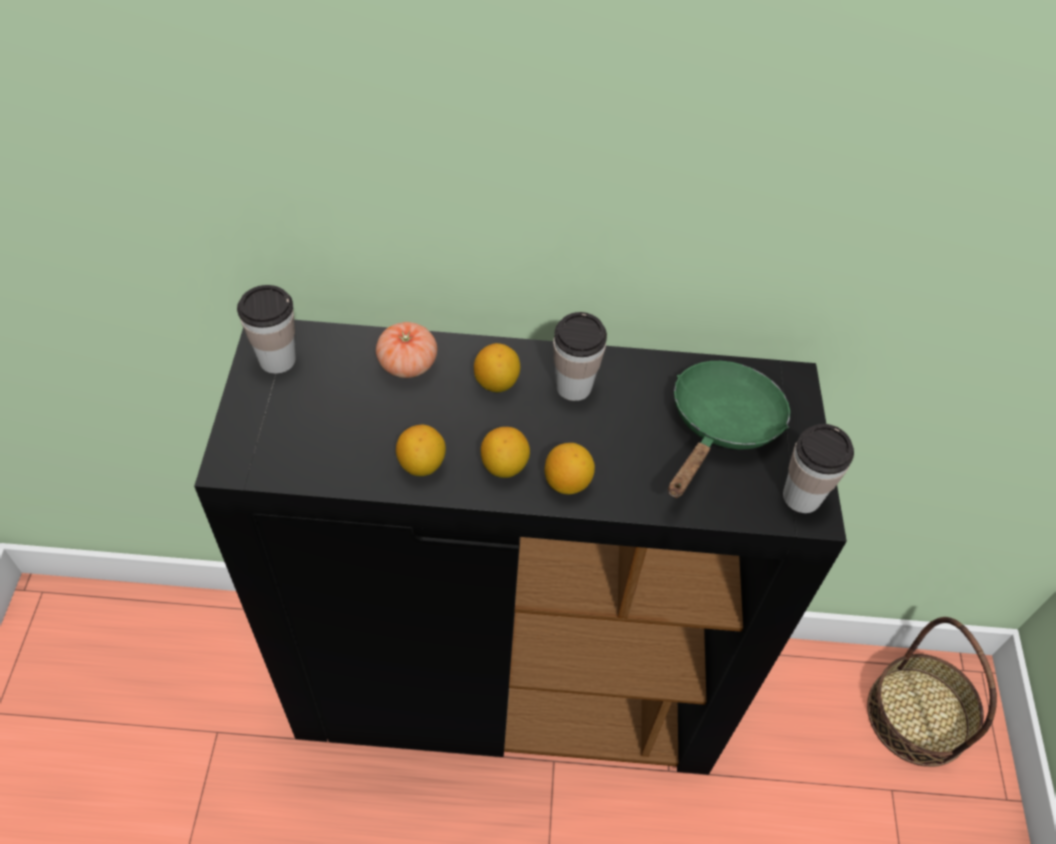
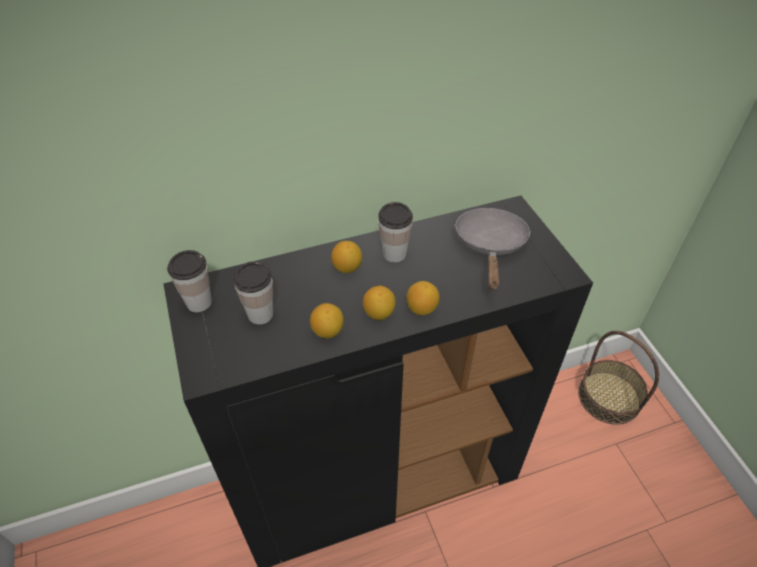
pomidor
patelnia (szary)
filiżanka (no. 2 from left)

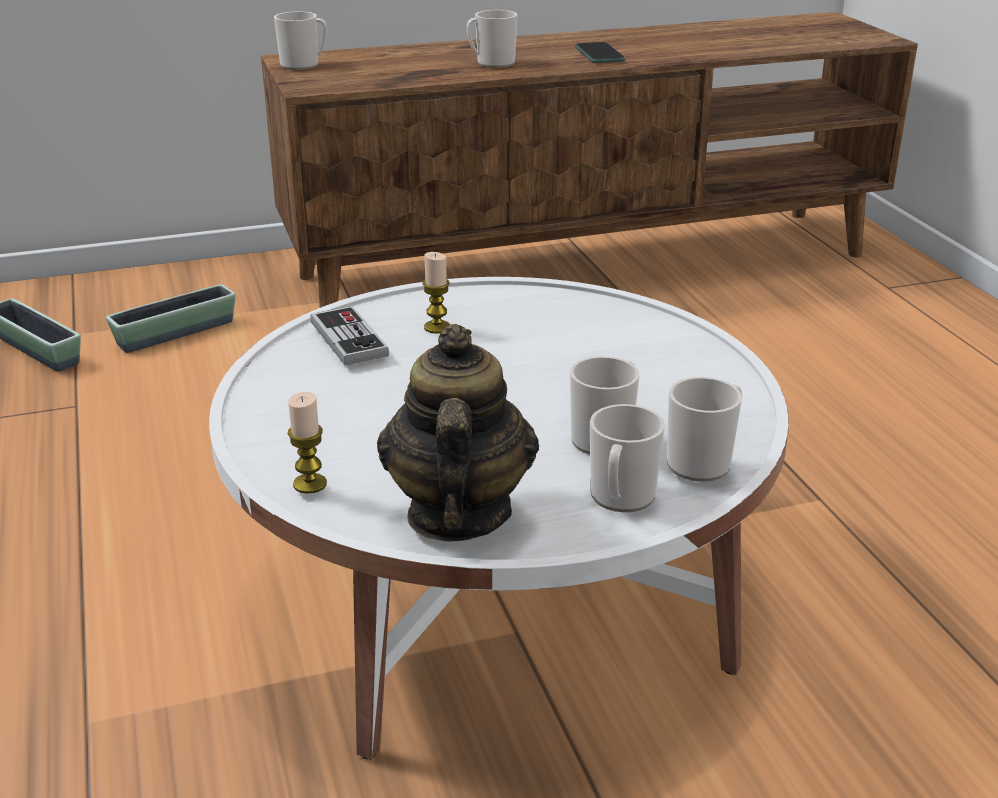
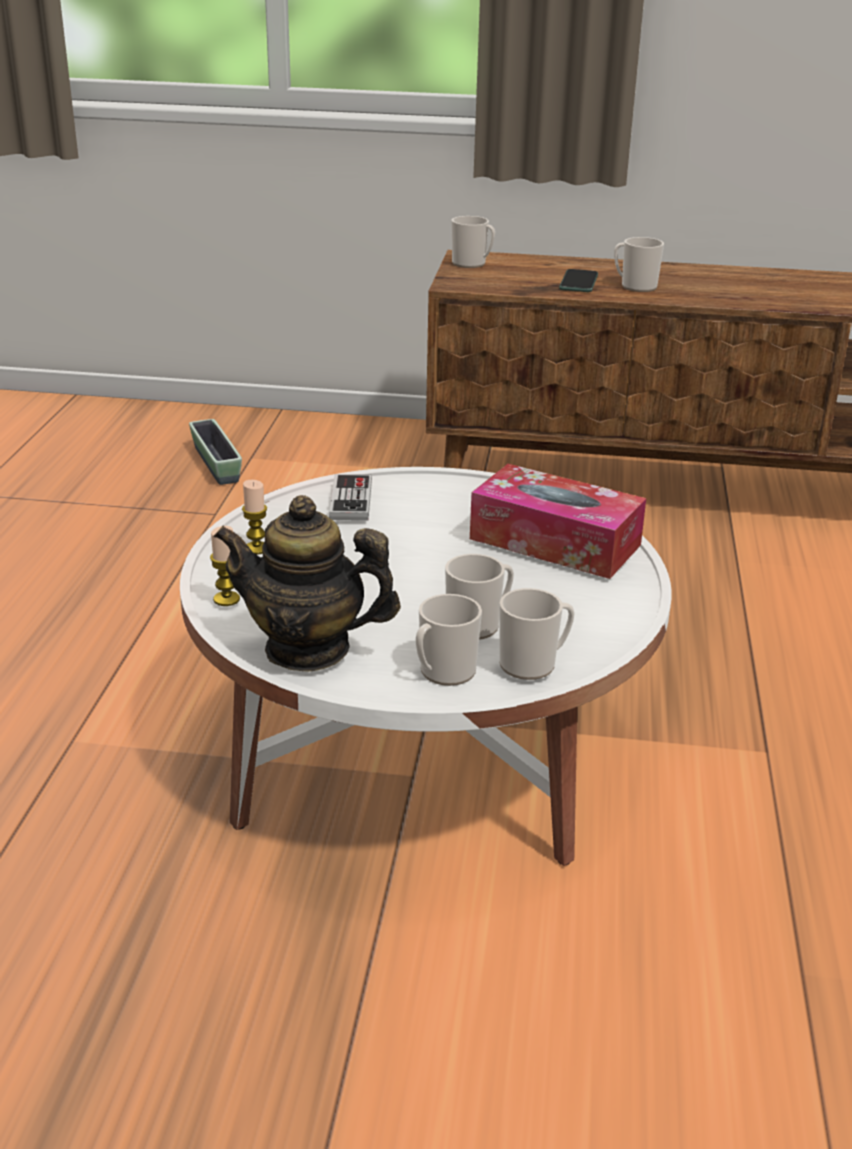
telefon
świeca (no. 2 from left)
donica (no. 2 from left in the first image)
imbryk
pudełko chusteczek

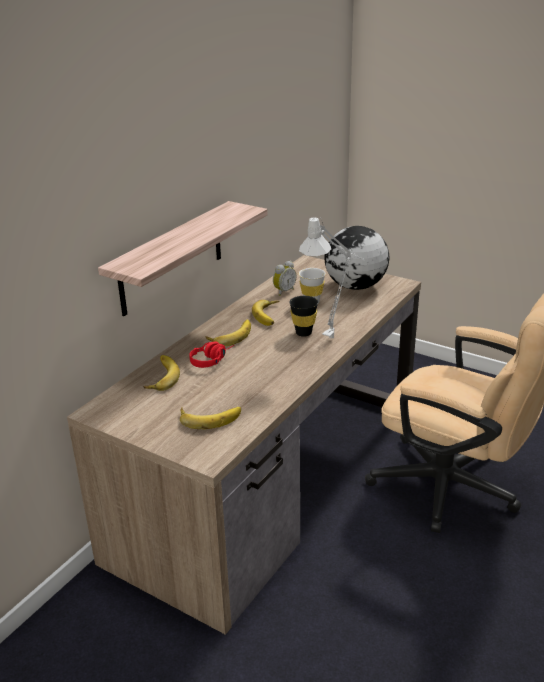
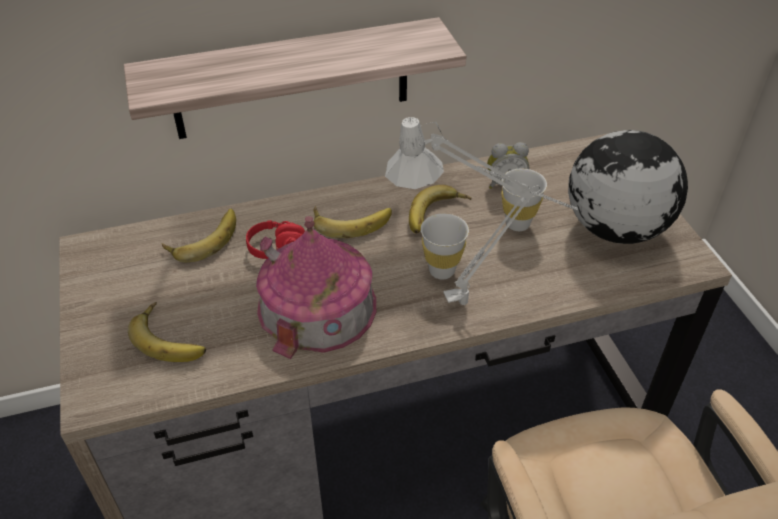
filiżanka (biały) (no. 1 from left)
domek

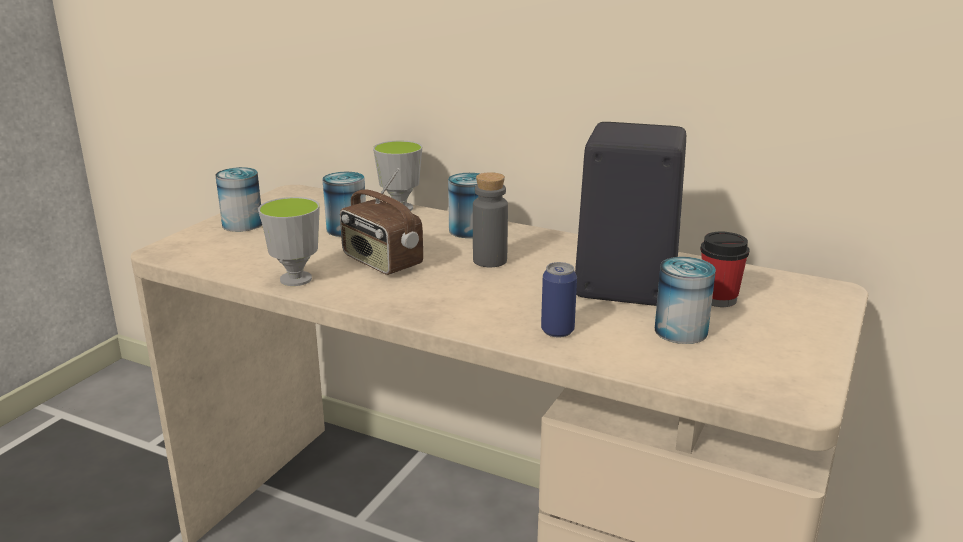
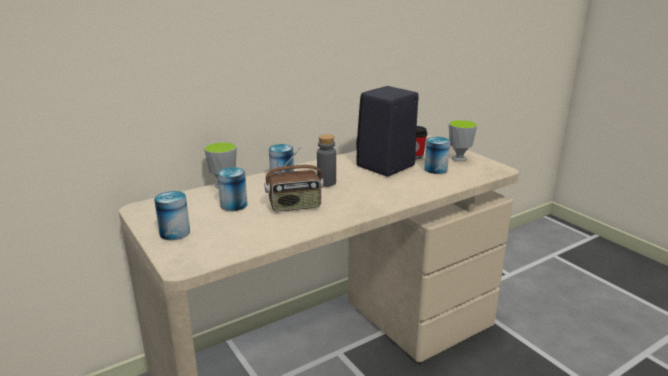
filiżanka (no. 3 from left)
puszka (no. 4 from left in the first image)

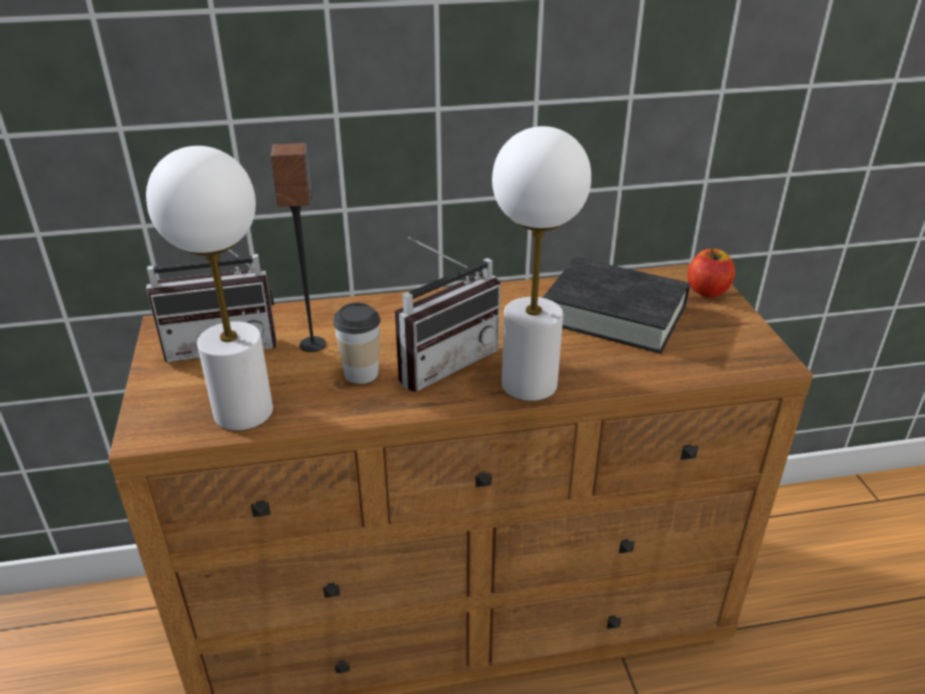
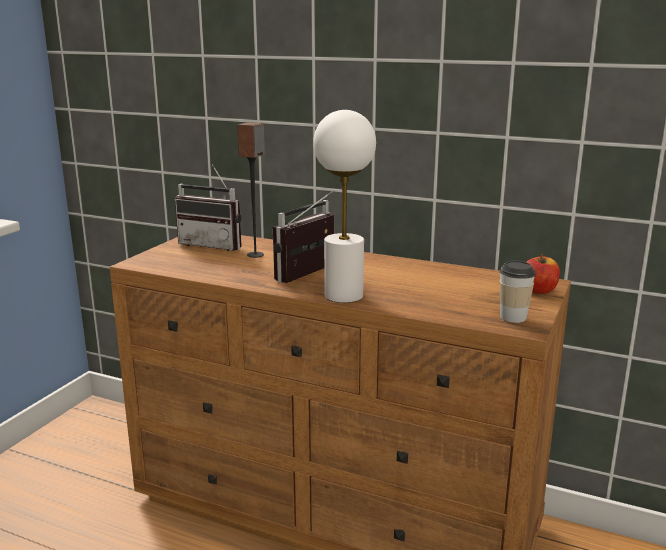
lampa stołowa (biały) (no. 1 from left in the first image)
radio (no. 2 from left)
książka (czarny)
filiżanka

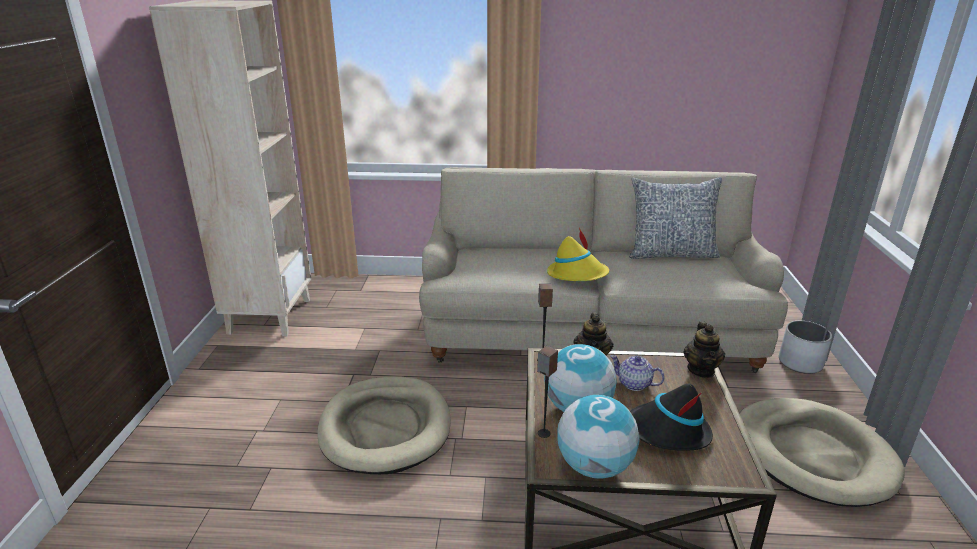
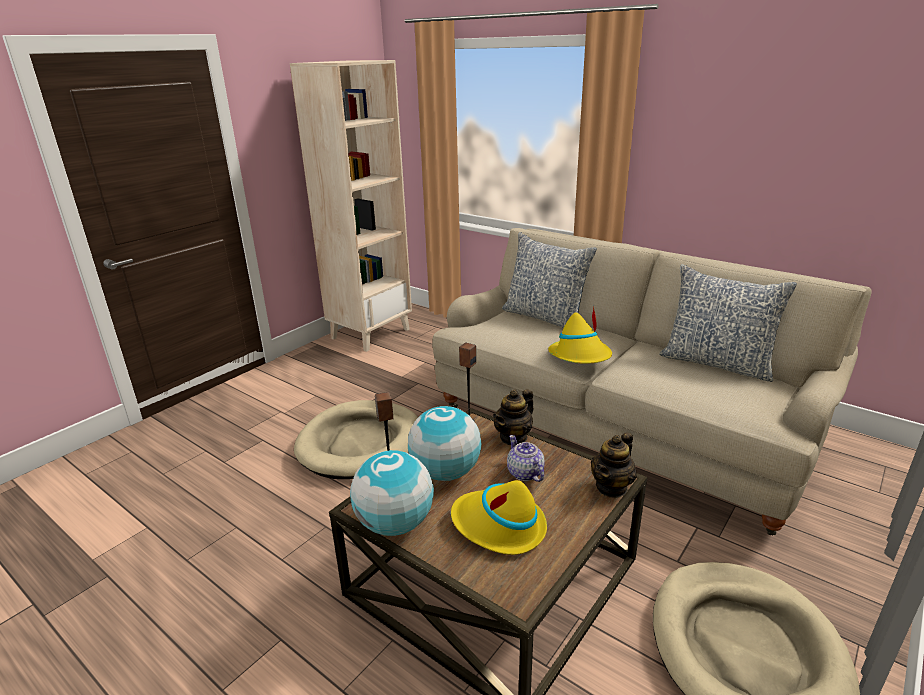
donica (biały)
kapelusz (żółty) (no. 1 from left)
poduszka (no. 1 from left)

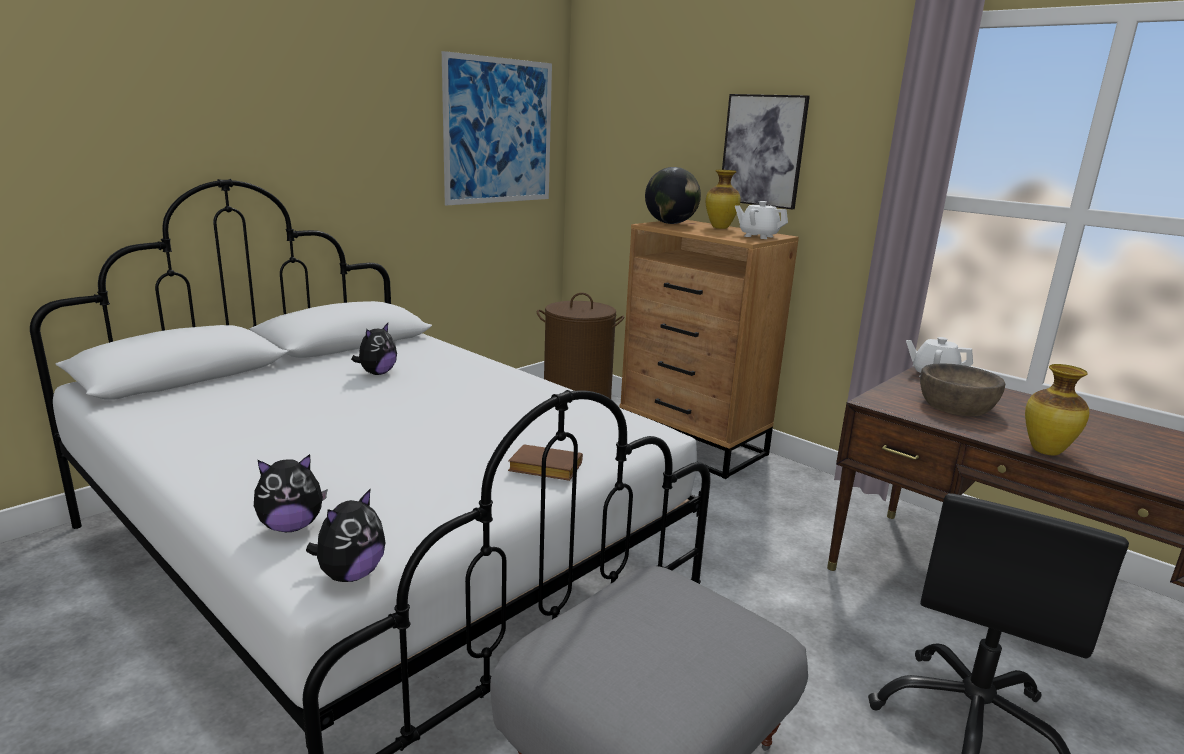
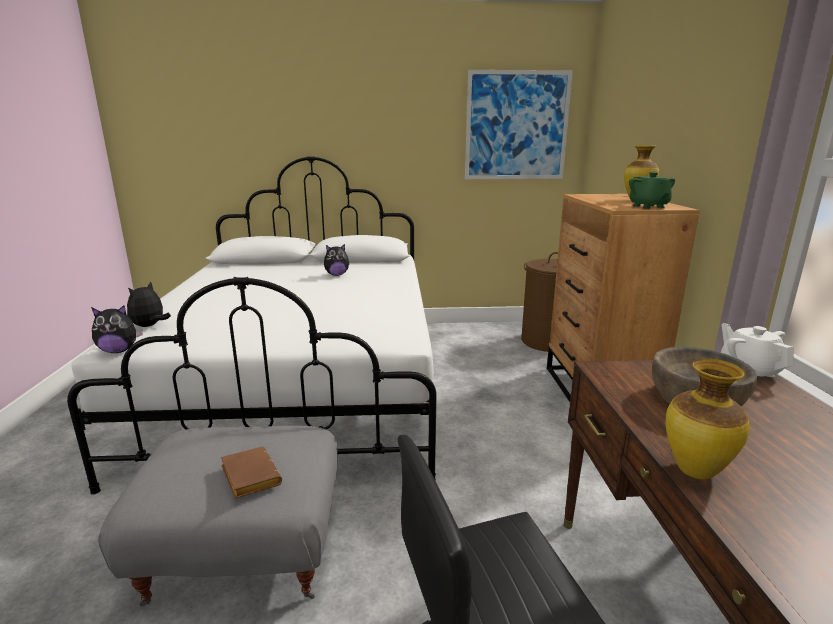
obraz (no. 2 from left in the first image)
globus
imbryk (zielony)
książka (brązowy)
pluszak (no. 2 from left)

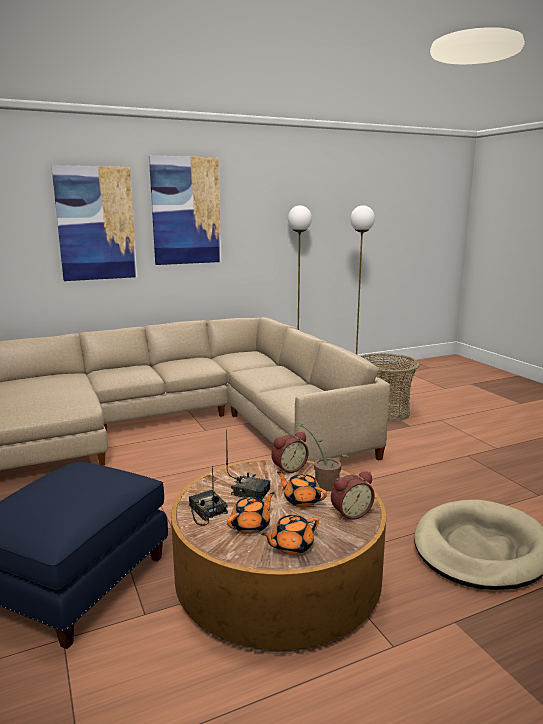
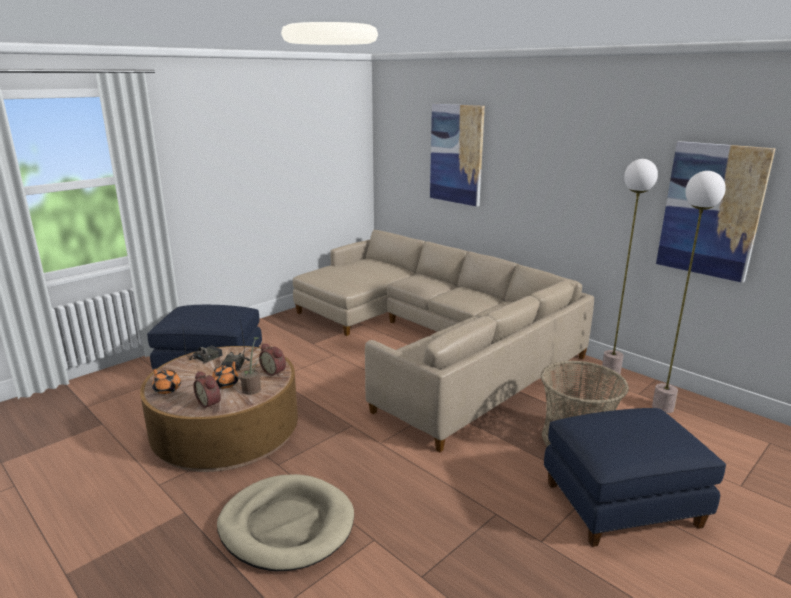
obraz (no. 2 from left)
imbryk (pomarańczowy) (no. 1 from left in the first image)
pufa (niebieski) (no. 2 from left)

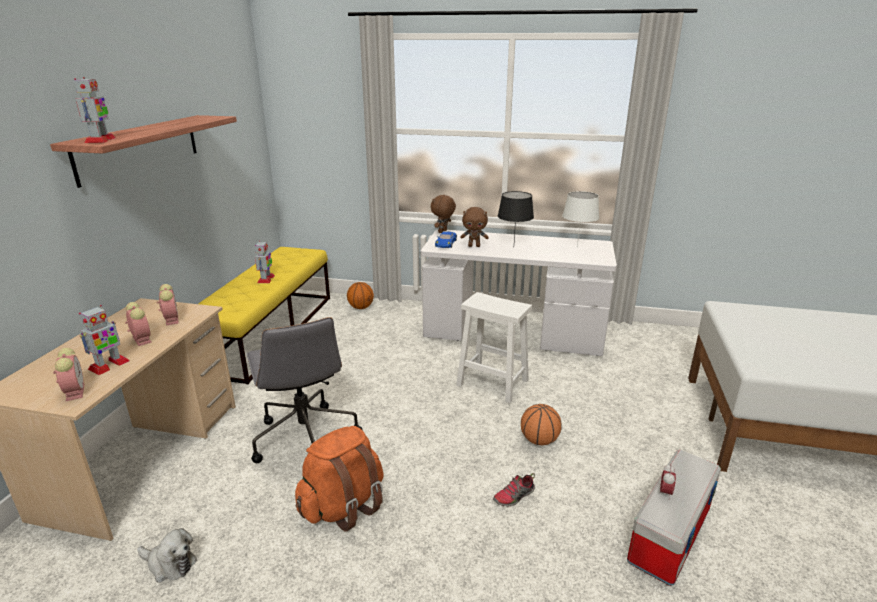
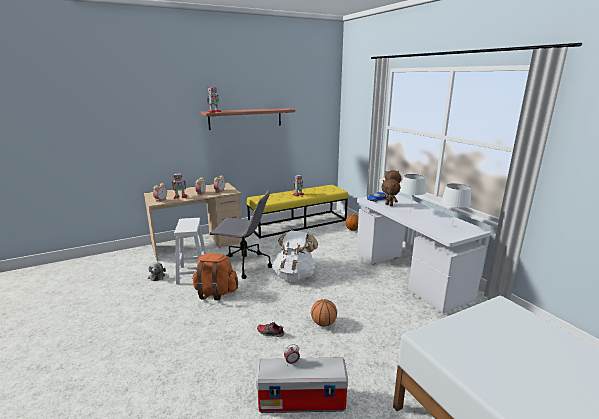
lampa stołowa (biały) (no. 1 from left)
stołek (biały)
krzesło biurowe (szary)
plecak (biały)

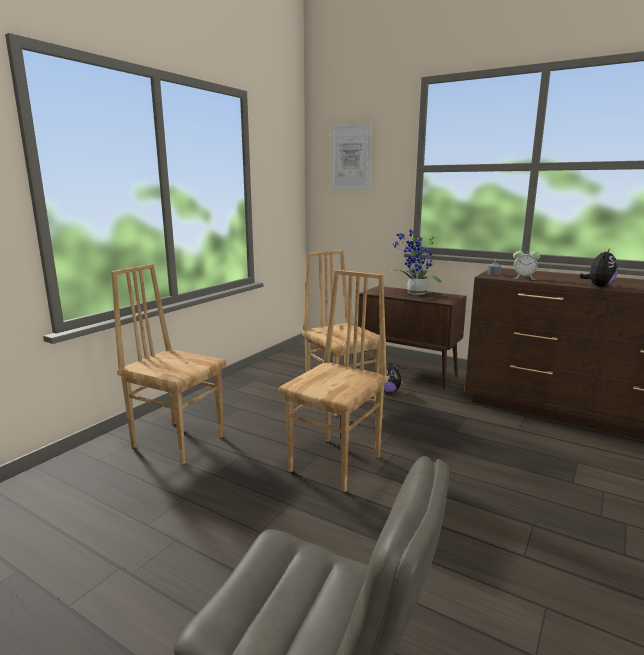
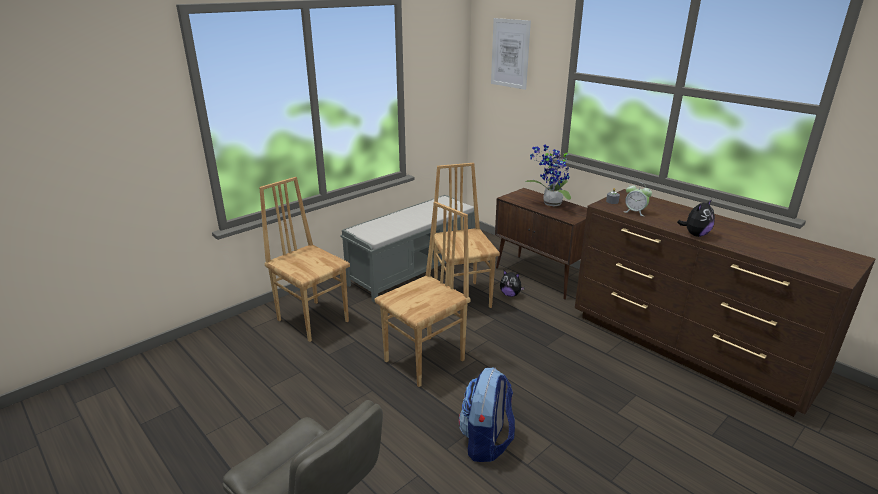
ławka (szary)
plecak

